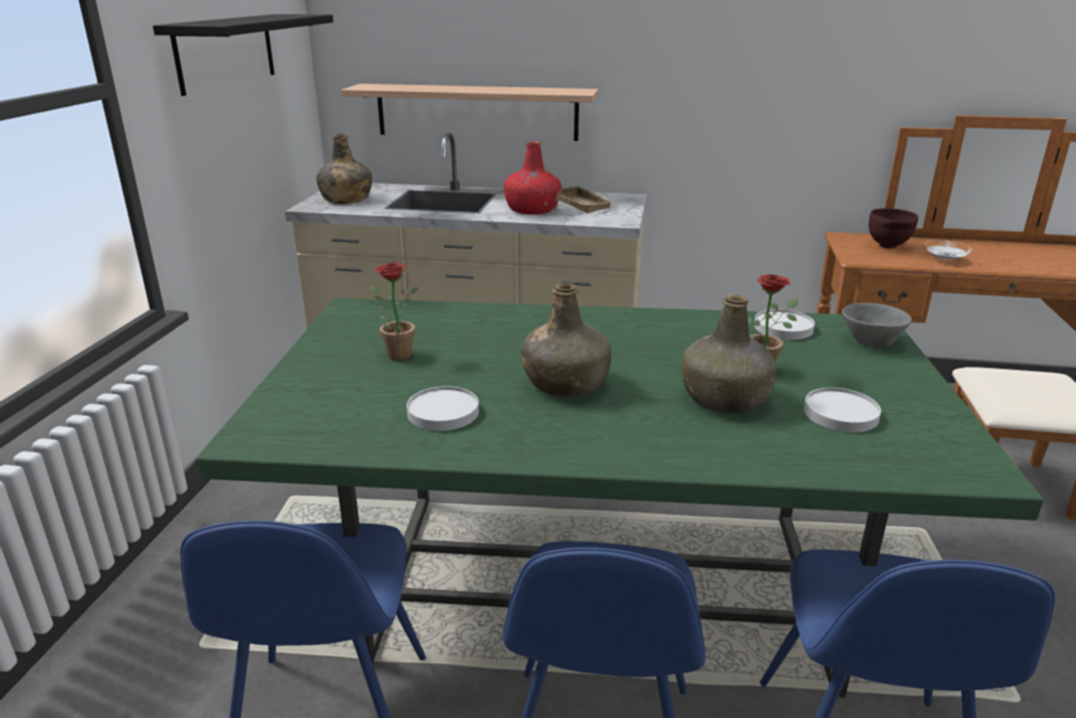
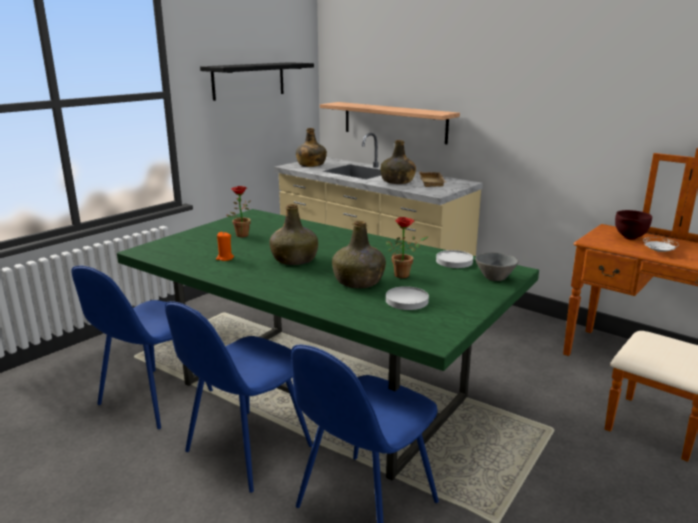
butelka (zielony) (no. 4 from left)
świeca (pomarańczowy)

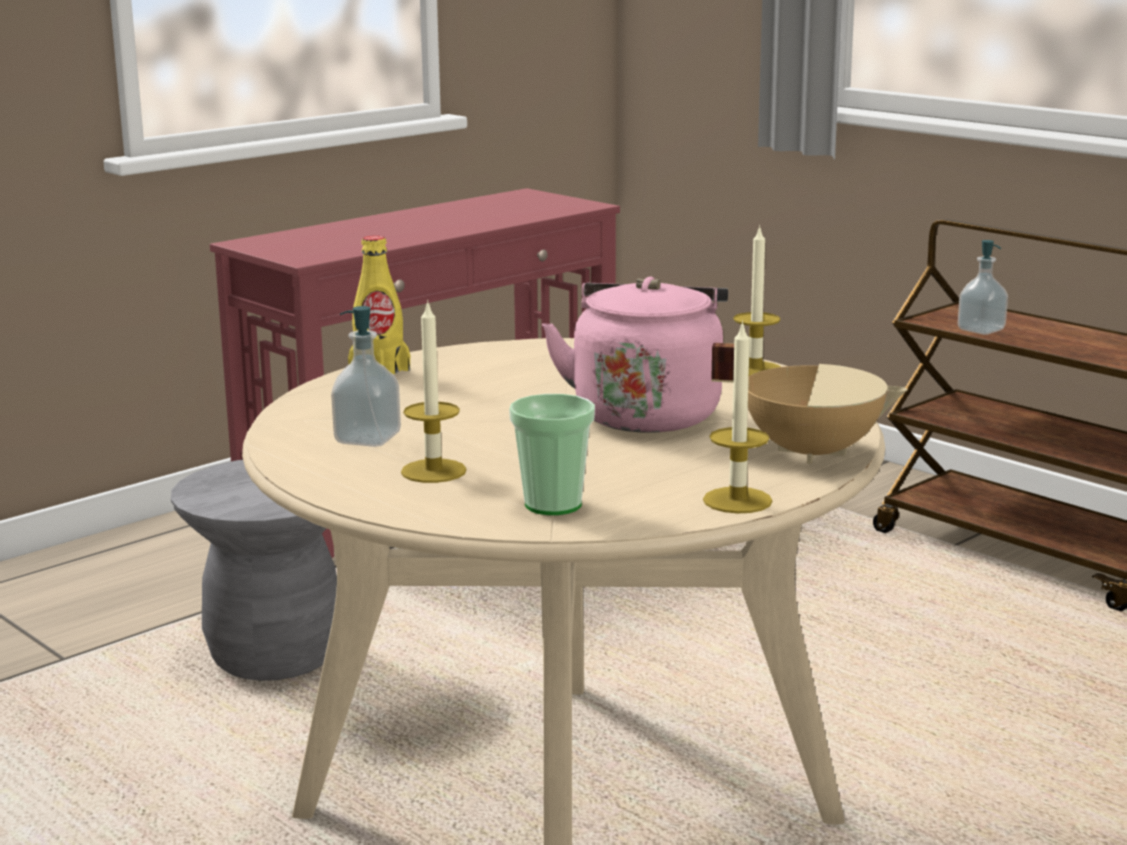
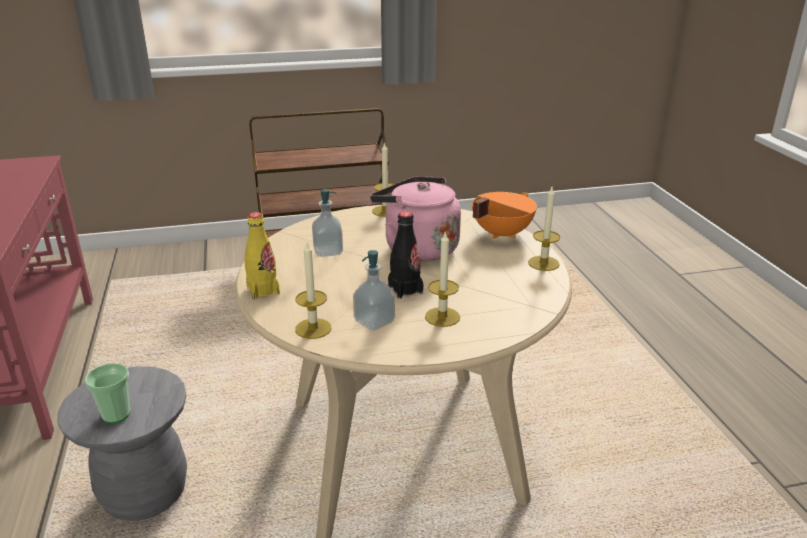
dozownik mydła (no. 1 from left)
garnek (pomarańczowy)
filiżanka
butelka (czarny)
świeca (no. 1 from left)

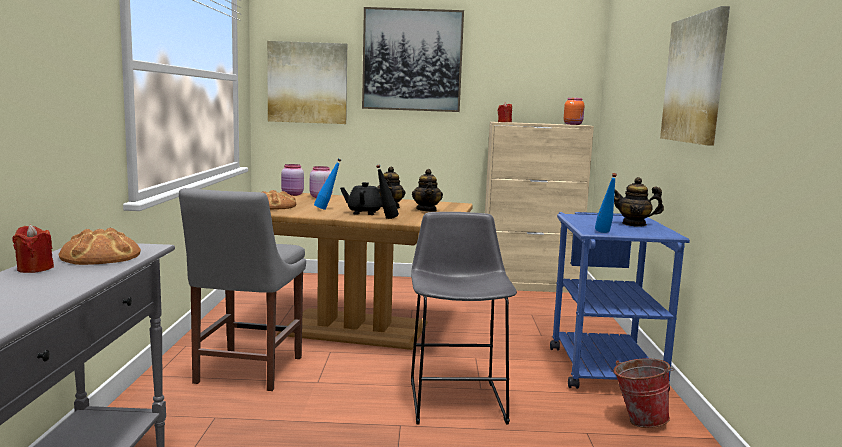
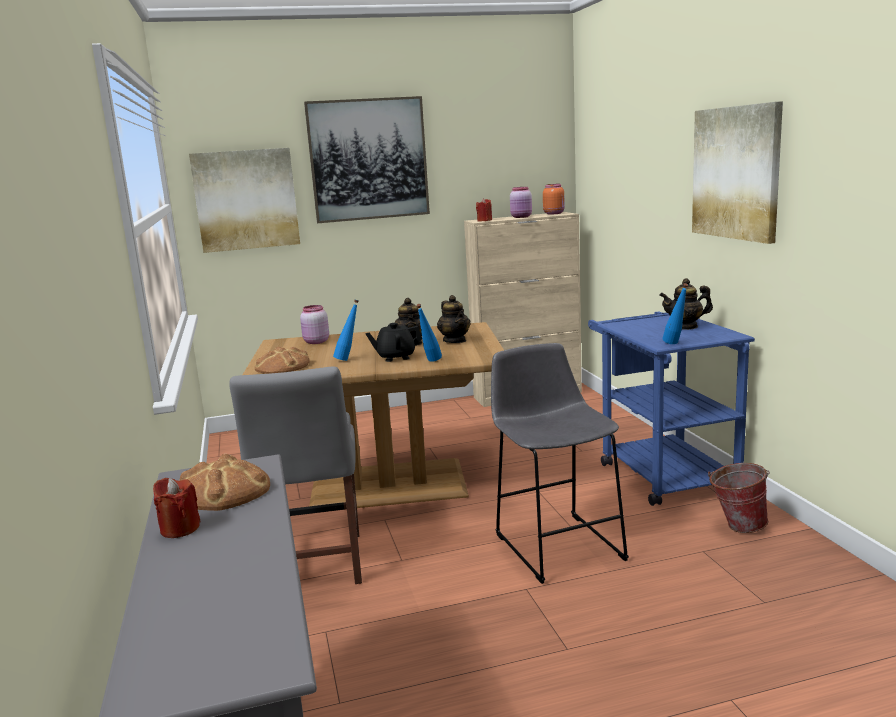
słoik (różowy) (no. 2 from left)
butelka (niebieski) (no. 2 from left)

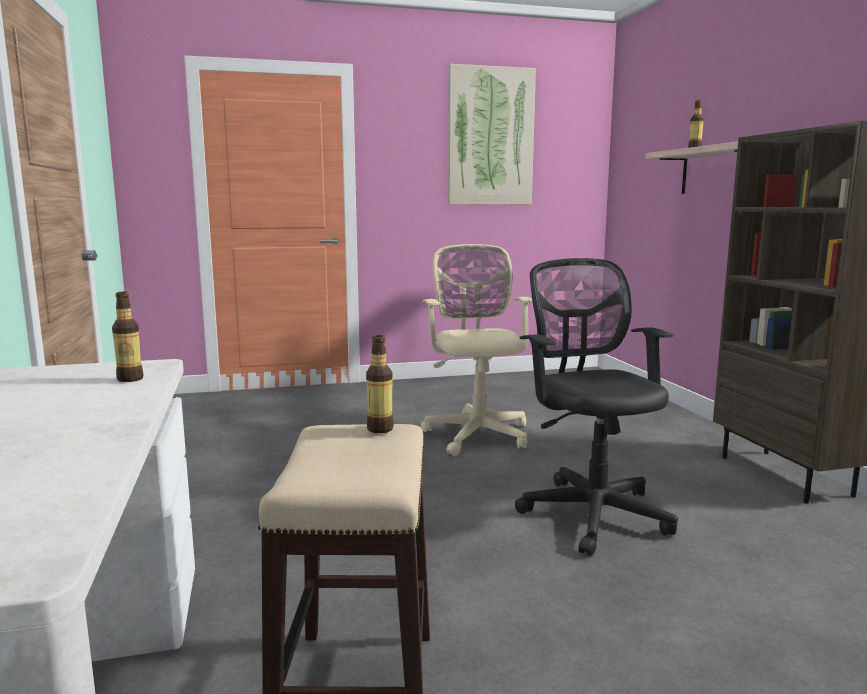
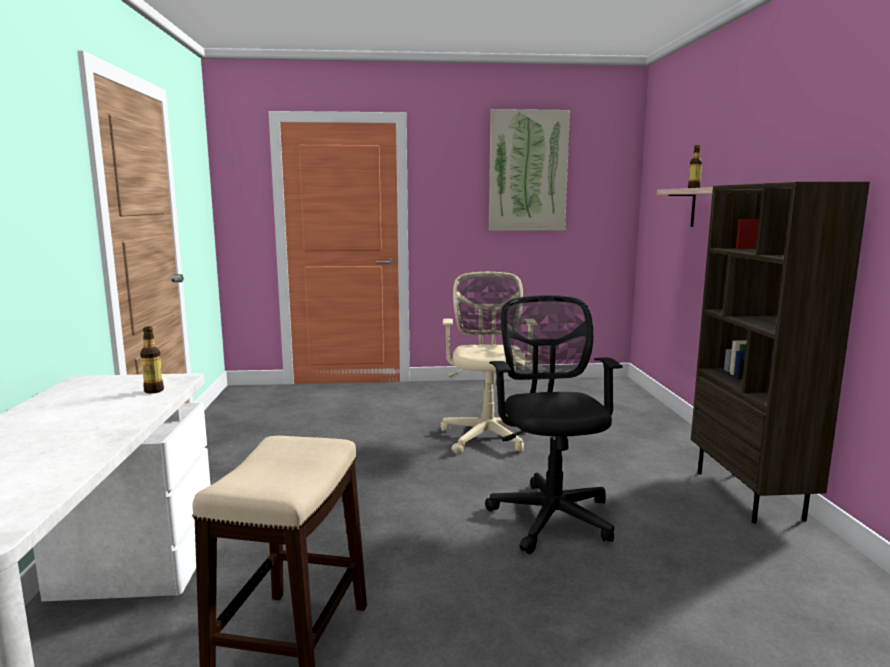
butelka (no. 2 from left in the first image)

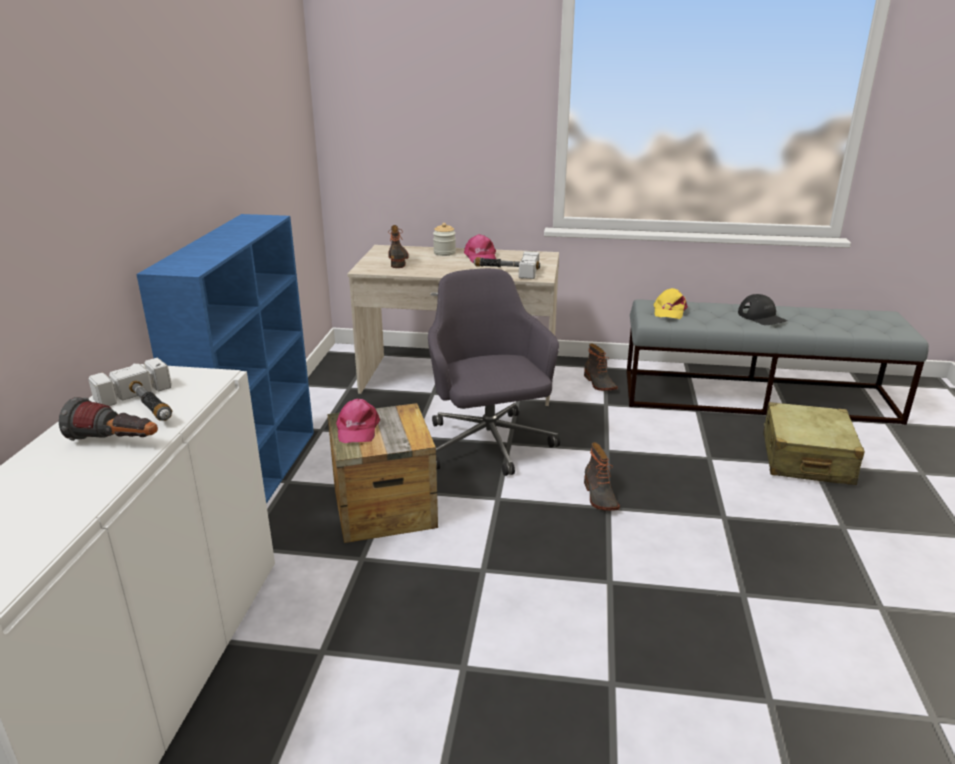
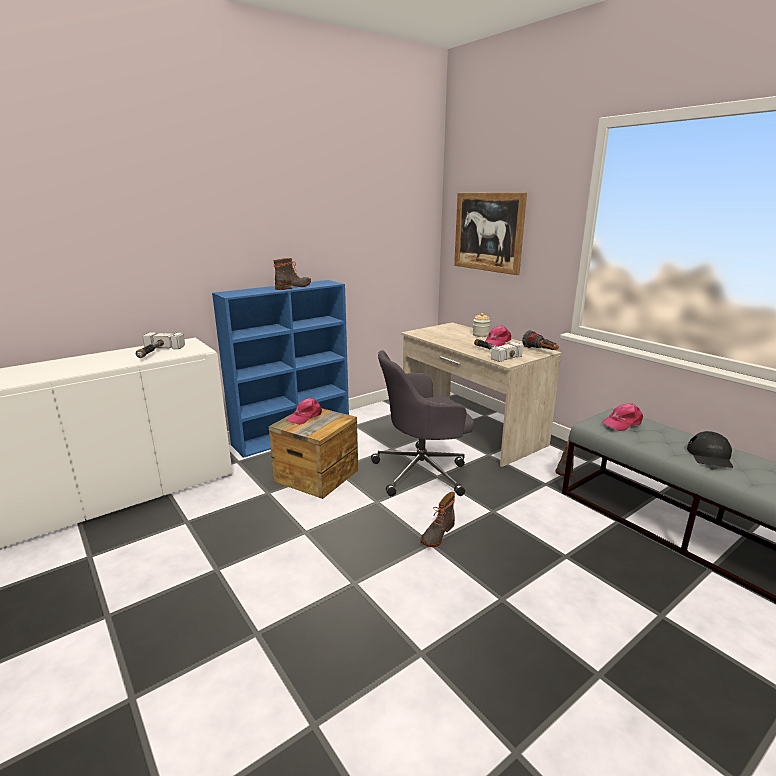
but z cholewką (no. 1 from left)
krzesło biurowe (szary)
czapka z daszkiem (różowy) (no. 3 from left)
latarka
walizka (beżowy)
obraz

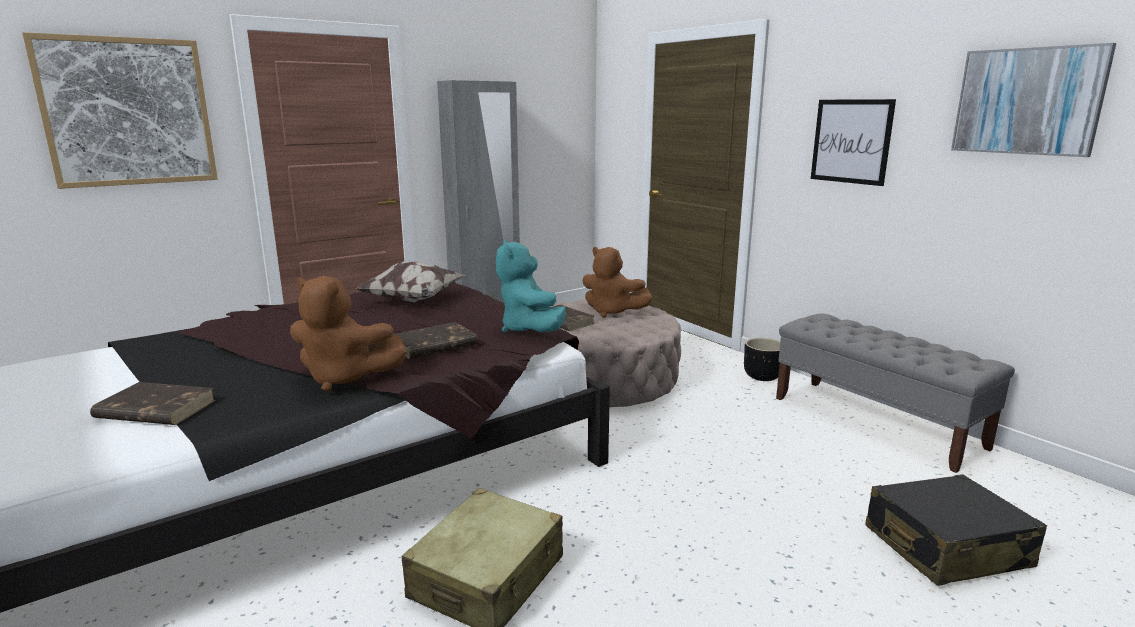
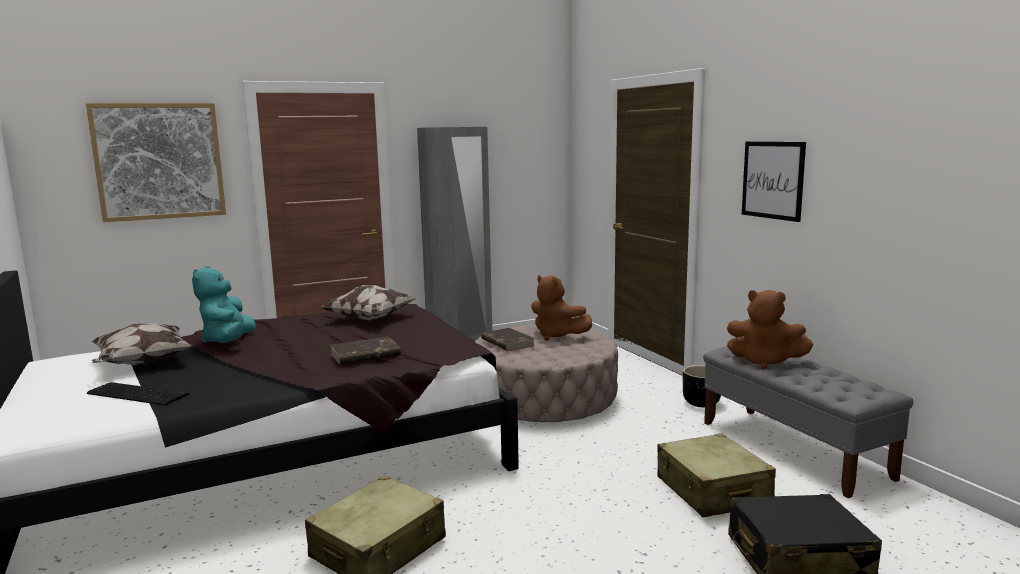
obraz (no. 3 from left in the first image)
pluszak (turkusowy)
pluszak (brązowy) (no. 2 from left)
klawiatura
poduszka (no. 1 from left)
walizka (beżowy) (no. 2 from left)

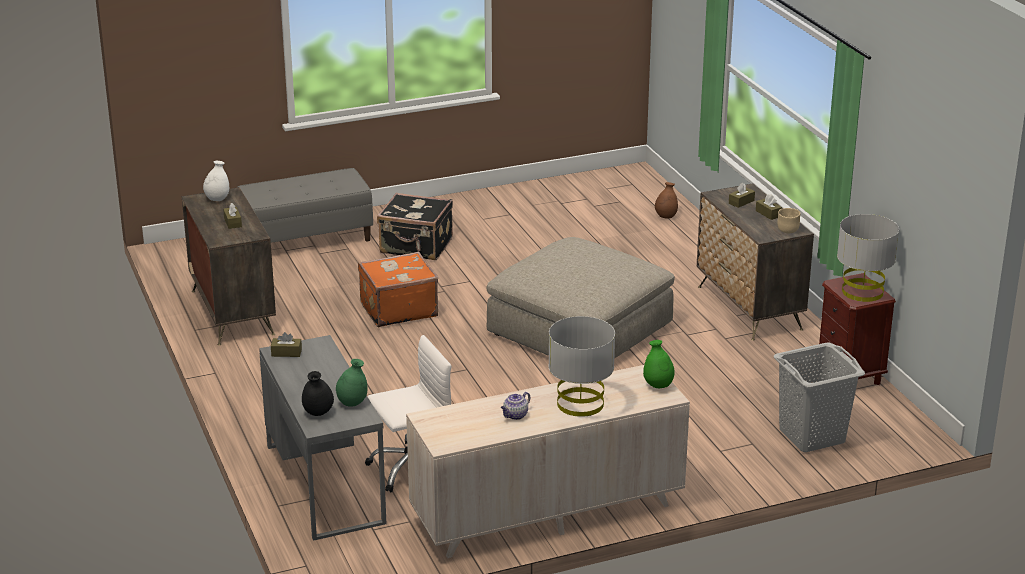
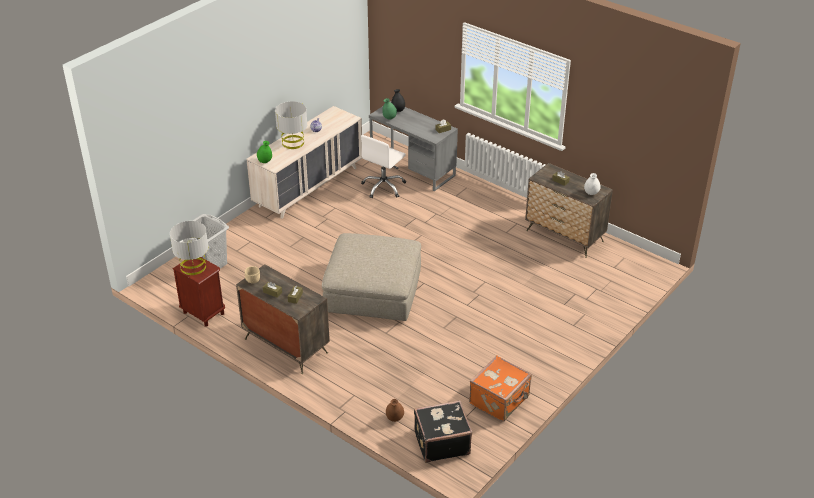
ławka (szary)
walizka (czarny)
walizka (pomarańczowy)

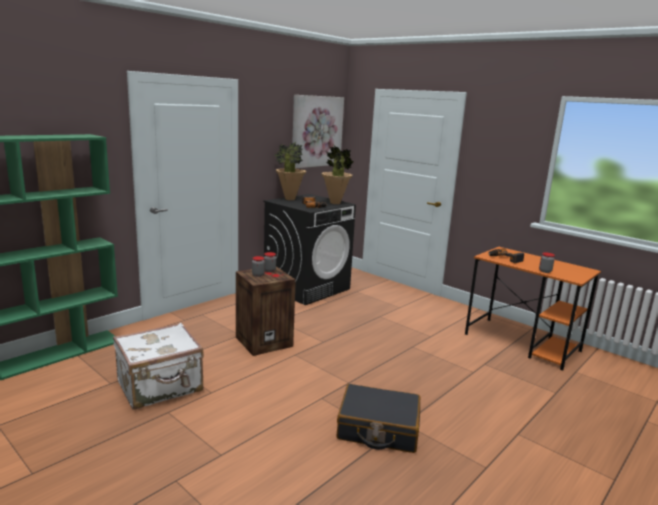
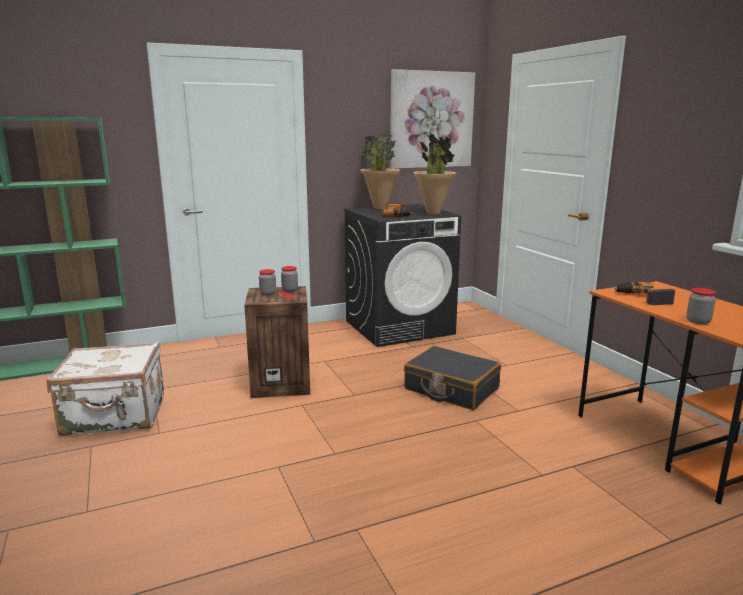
walizka (czarny)

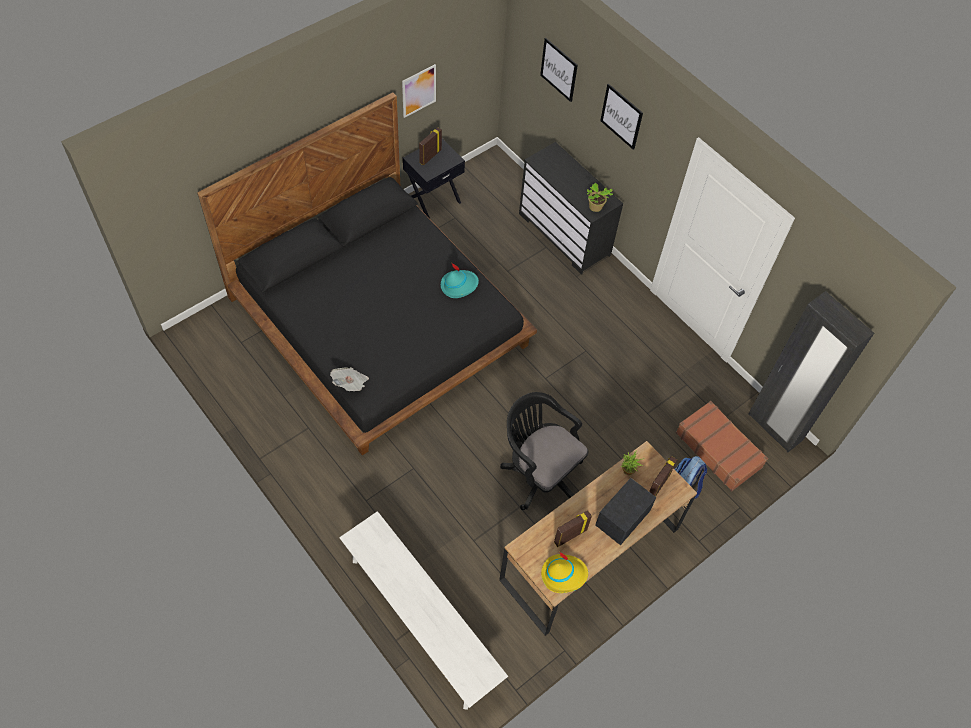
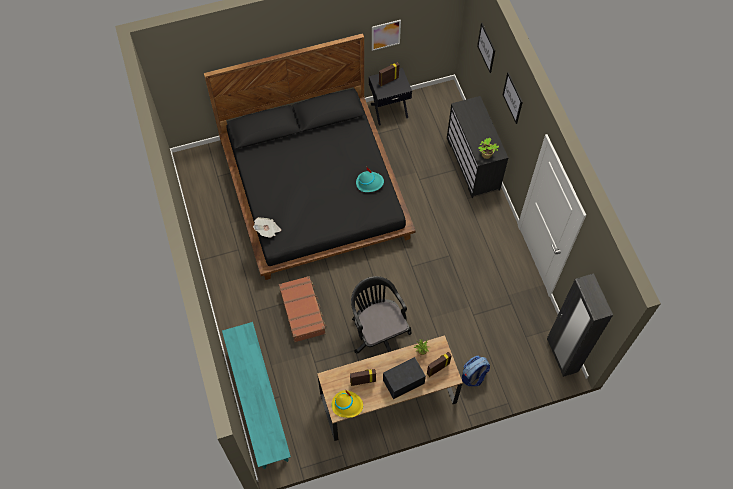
walizka (brązowy)
ławka (turkusowy)

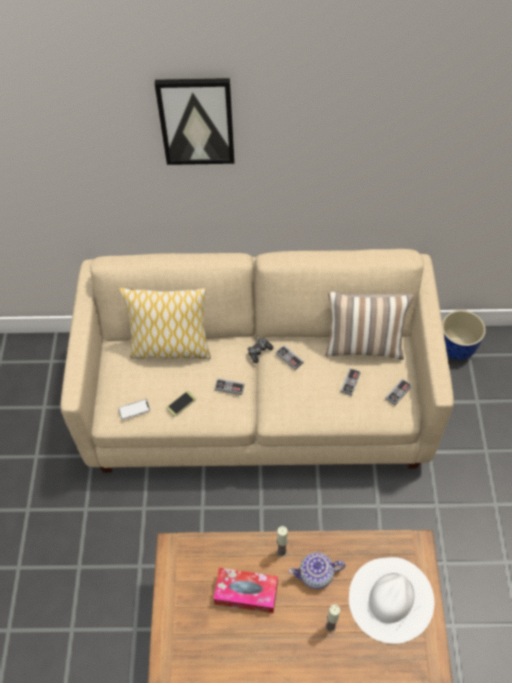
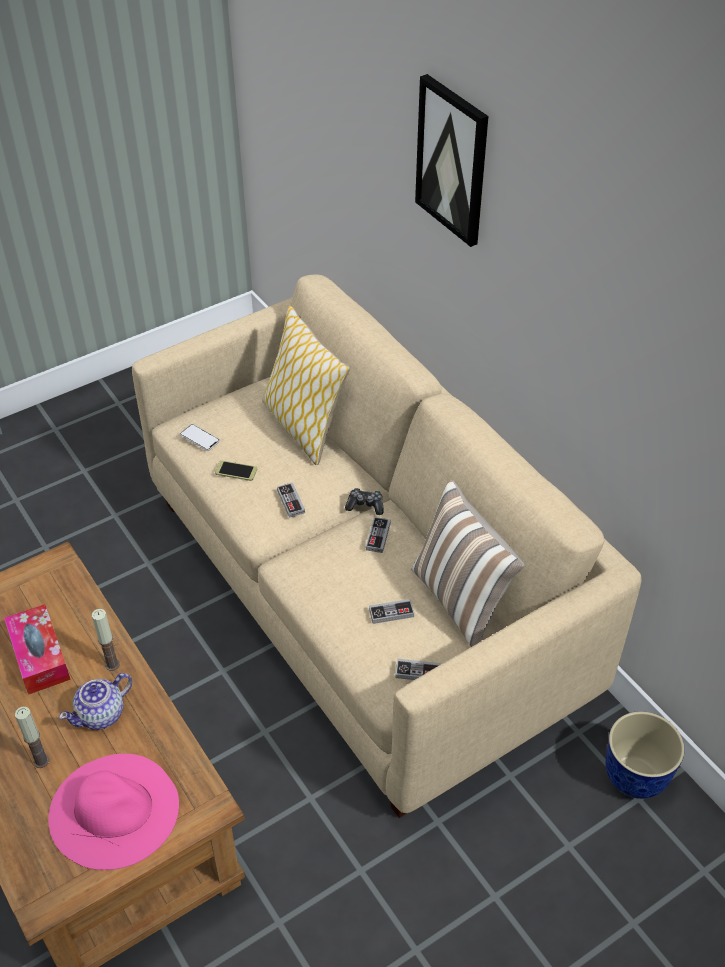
imbryk
kapelusz (różowy)

